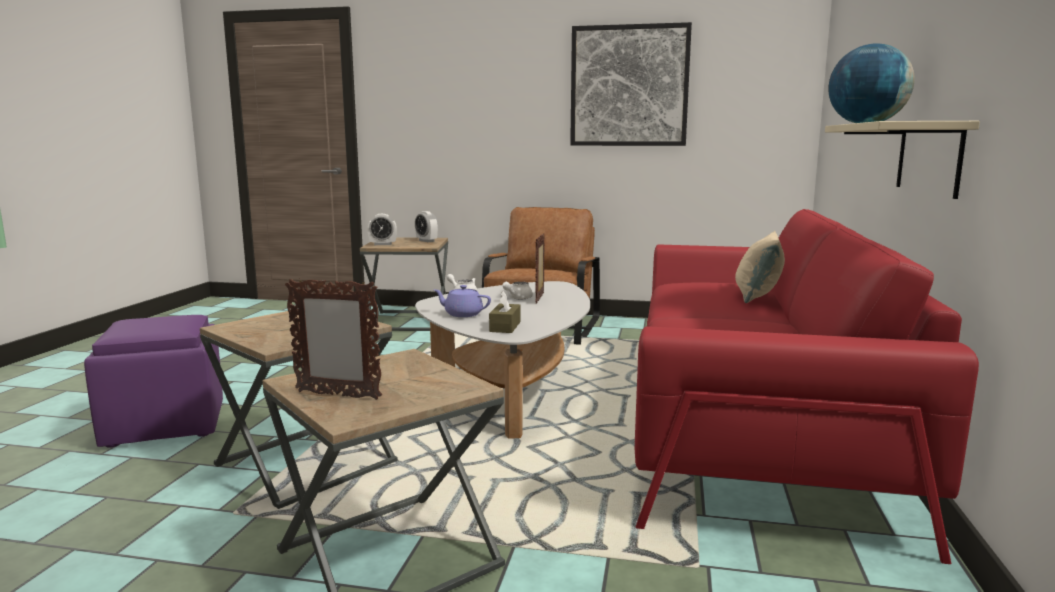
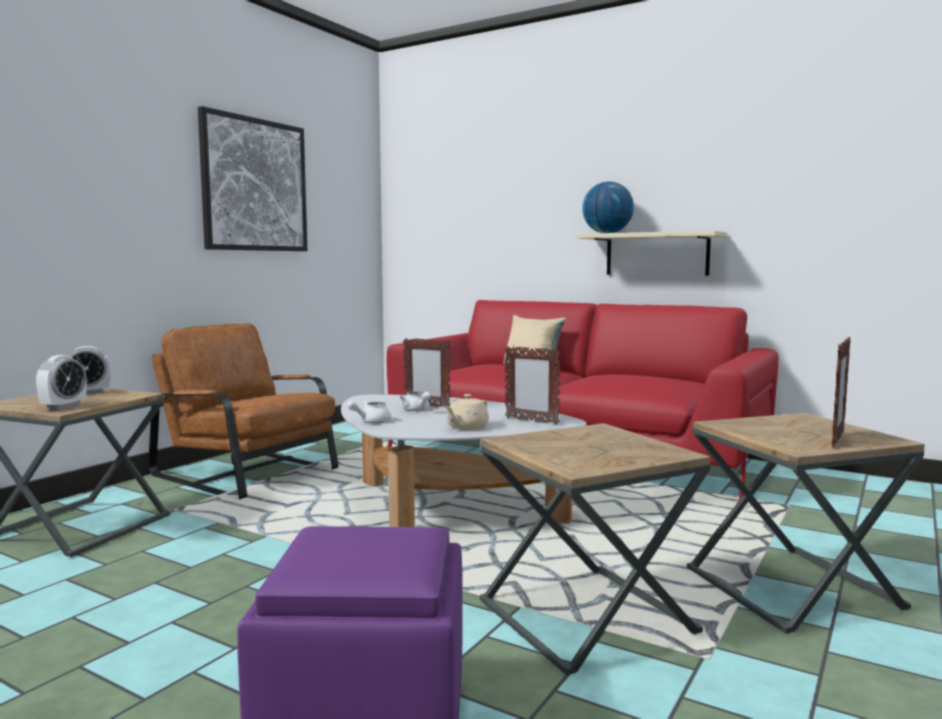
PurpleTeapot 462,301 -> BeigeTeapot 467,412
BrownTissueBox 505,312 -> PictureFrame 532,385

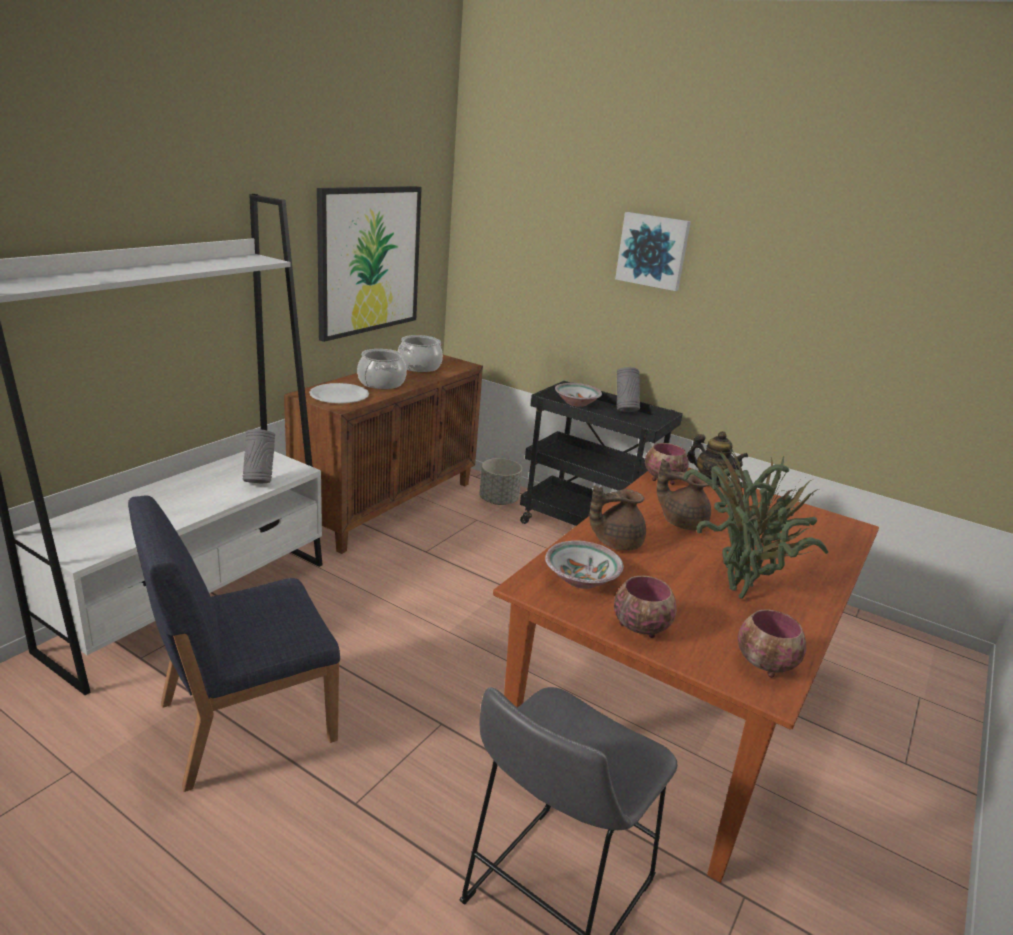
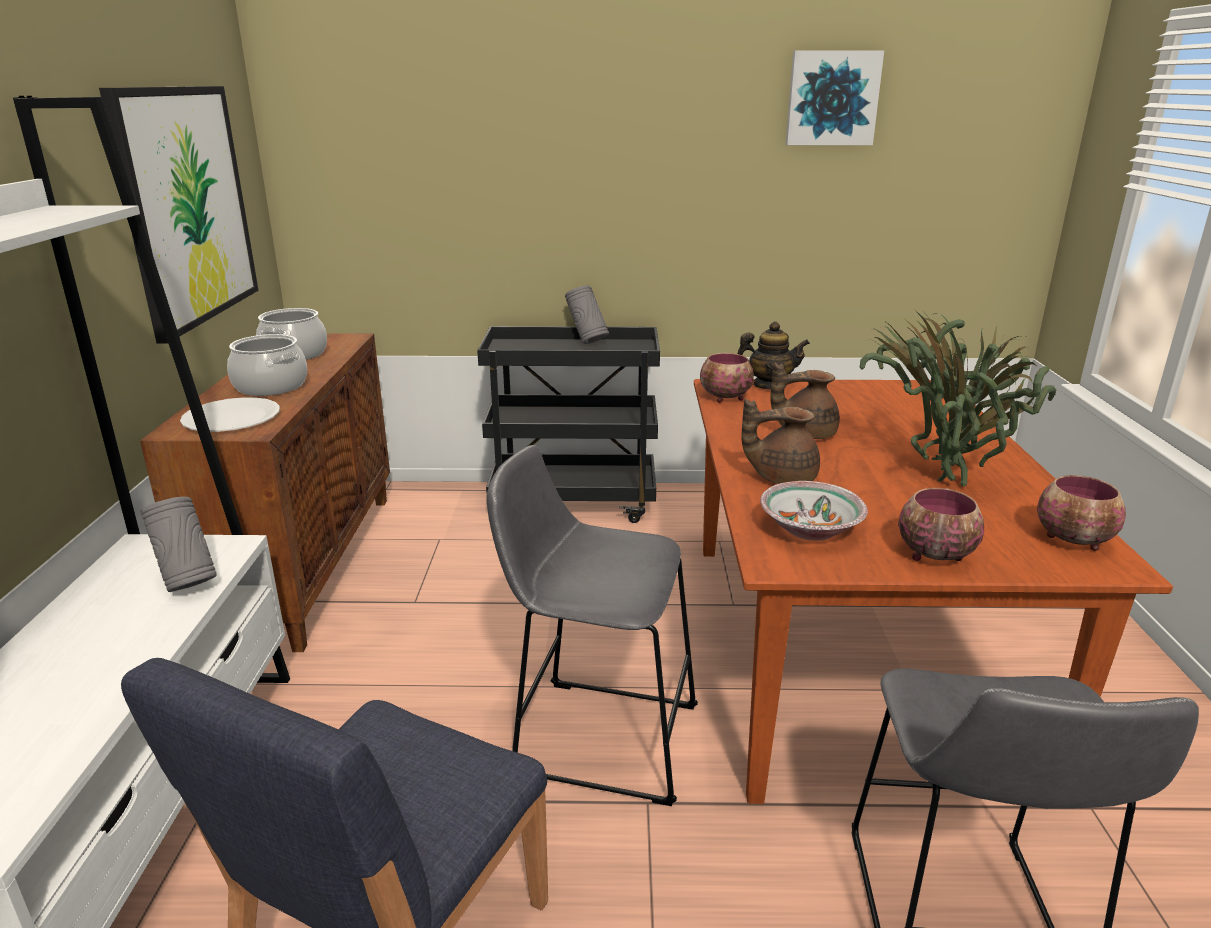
none -> GreyStool 592,625
BrownTeapot 617,517 -> BrownTeapot 780,441, 45 degrees clockwise
Picture 653,251 -> Picture 835,97, move
GreyPlanter 500,481 -> none
Bowl 578,395 -> none

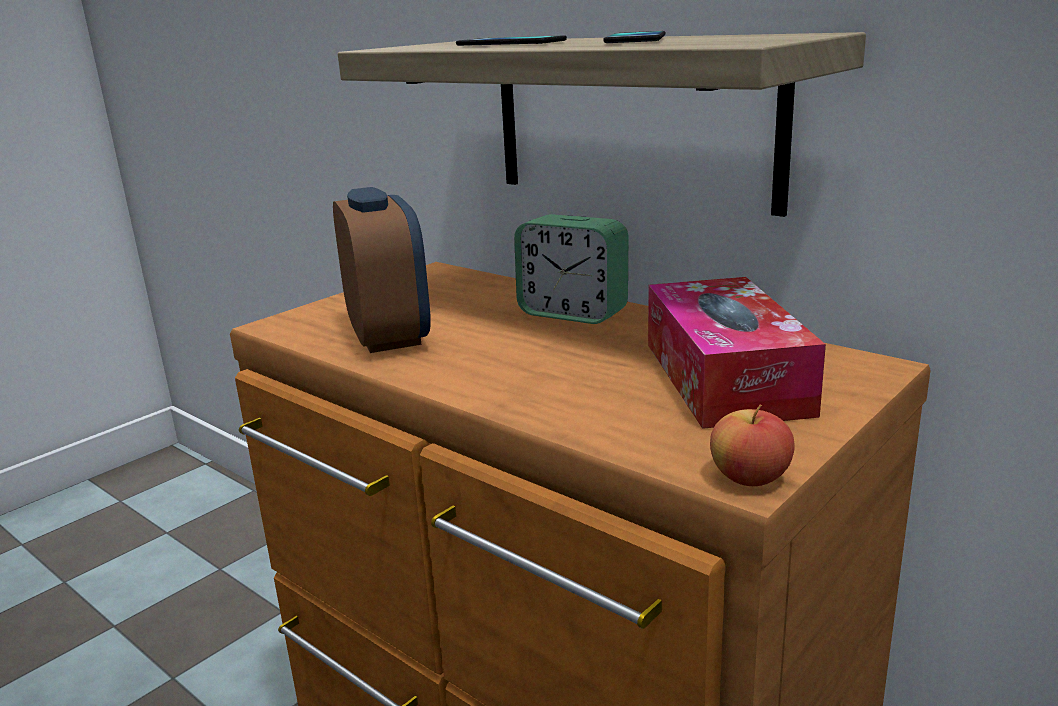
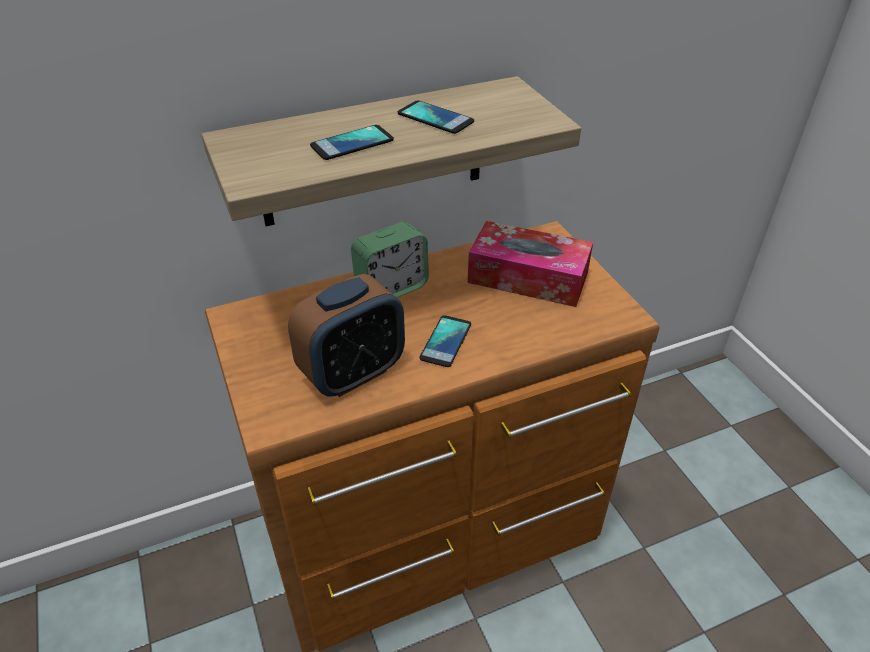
AlarmClock 382,270 -> AlarmClock 346,335, 135 degrees clockwise
none -> Phone 445,341
Apple 752,445 -> none

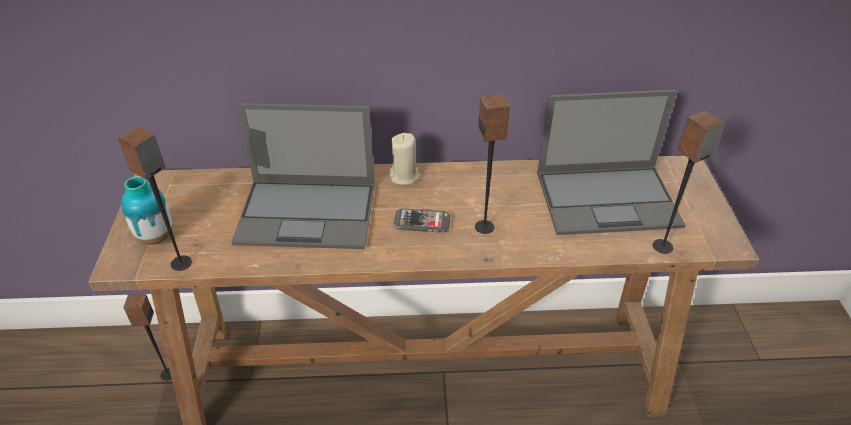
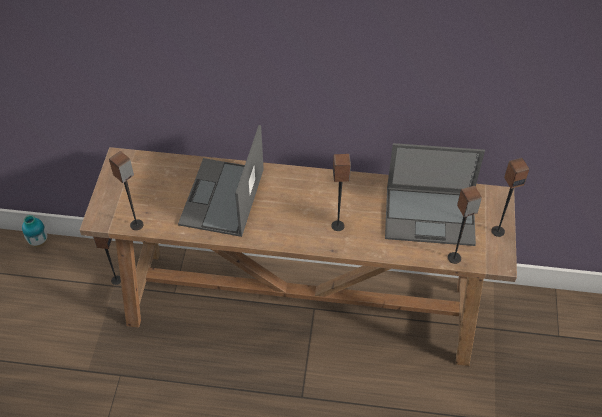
Vase 146,210 -> Vase 35,231, move
Laptop 303,176 -> Laptop 221,181, 90 degrees clockwise
none -> Speaker 510,197
BeigeCandle 405,159 -> none
Phone 422,220 -> none

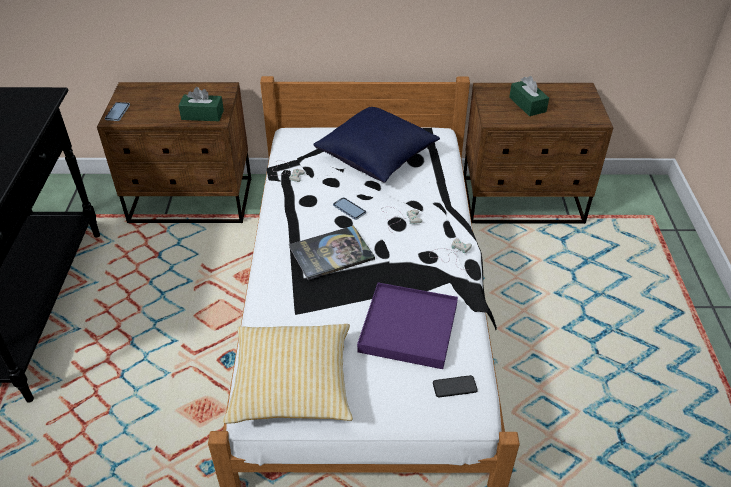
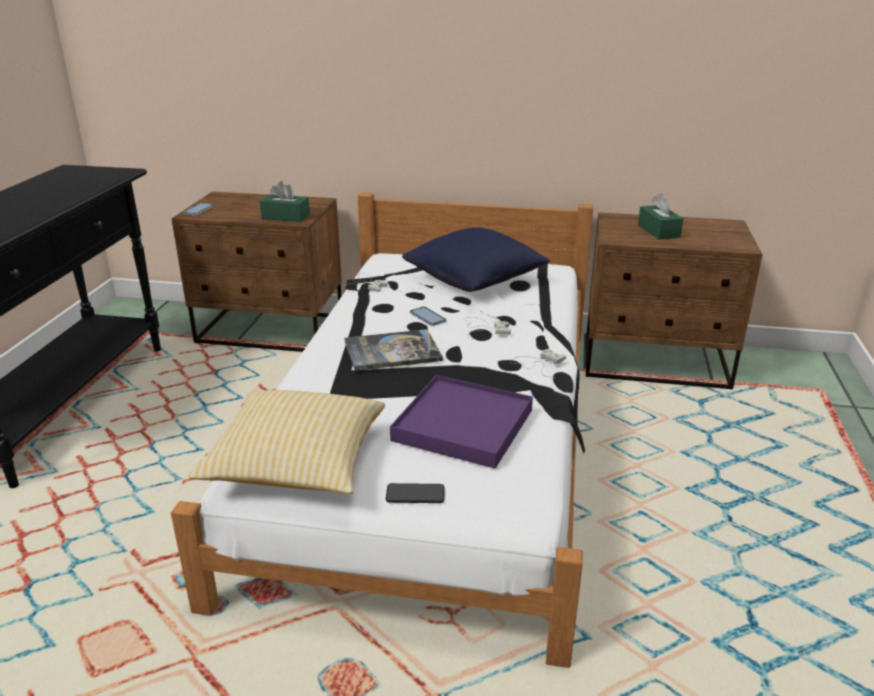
Phone 455,386 -> Phone 415,493, move

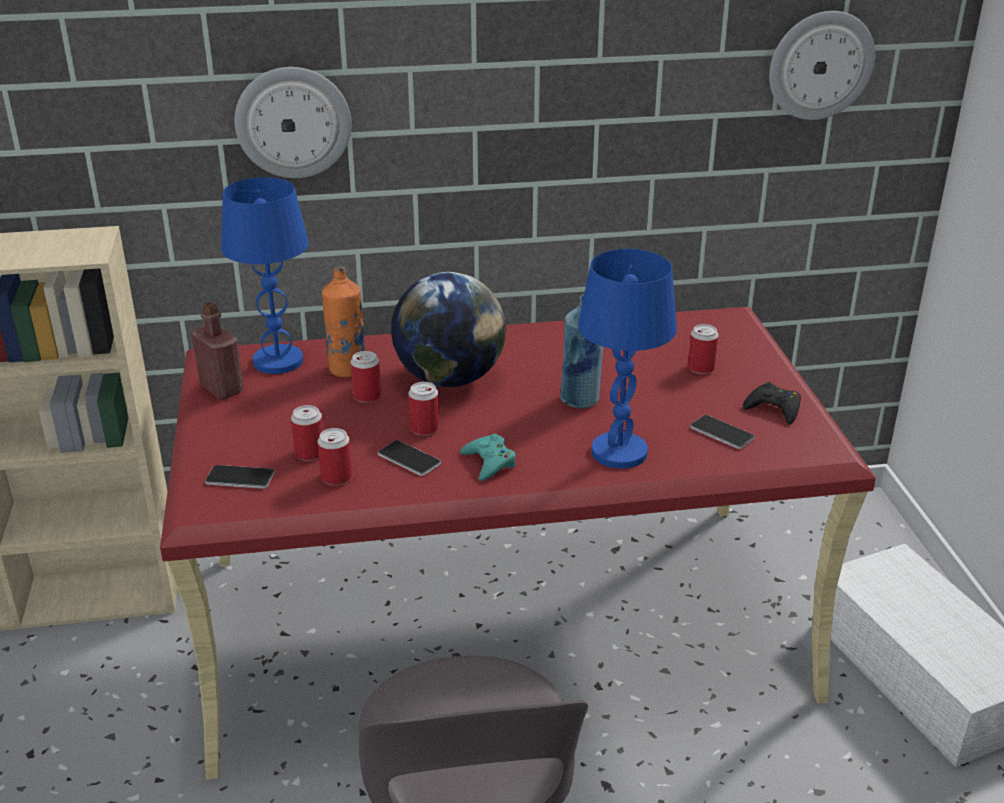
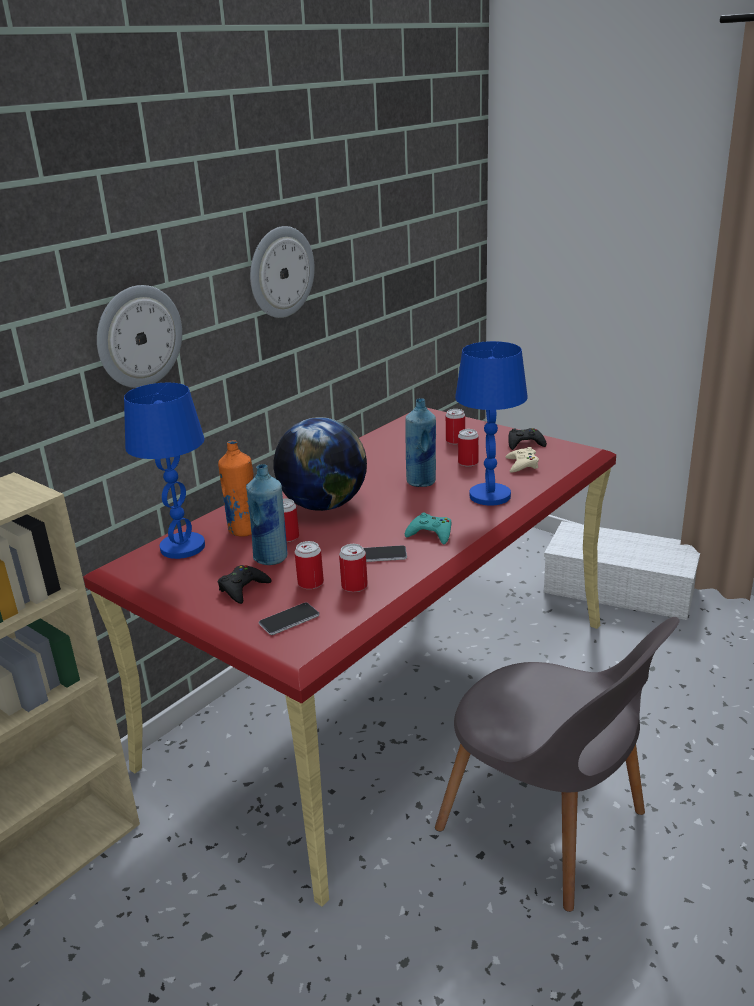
none -> BlackGameController 245,584
none -> BlueBottle 267,514
WallClock 822,65 -> WallClock 282,272, move
Can 423,409 -> Can 468,448, move
Phone 722,432 -> BeigeGameController 522,460
RedBottle 218,351 -> none

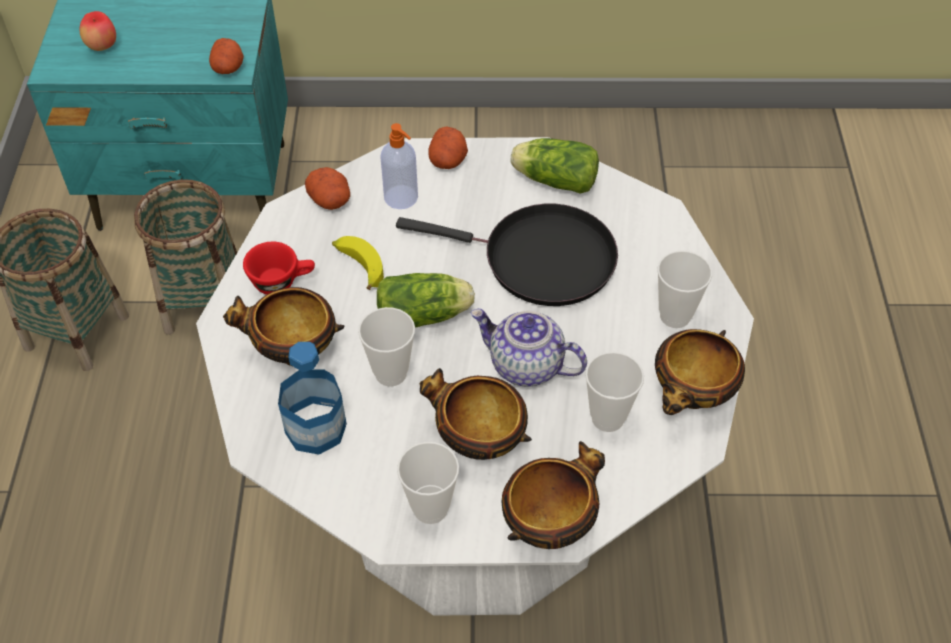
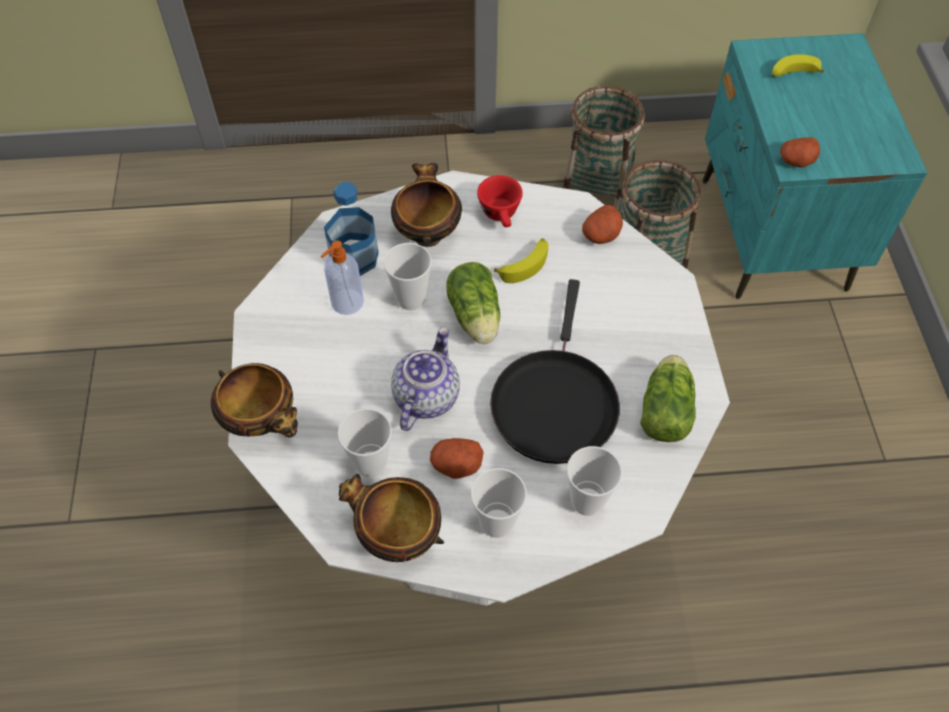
SoapDispenser 399,166 -> SoapDispenser 342,277, move
Potato 448,147 -> Potato 457,458, move
Cup 428,483 -> Cup 594,481, move
Apple 98,31 -> Banana 798,65
Bowl 476,414 -> none

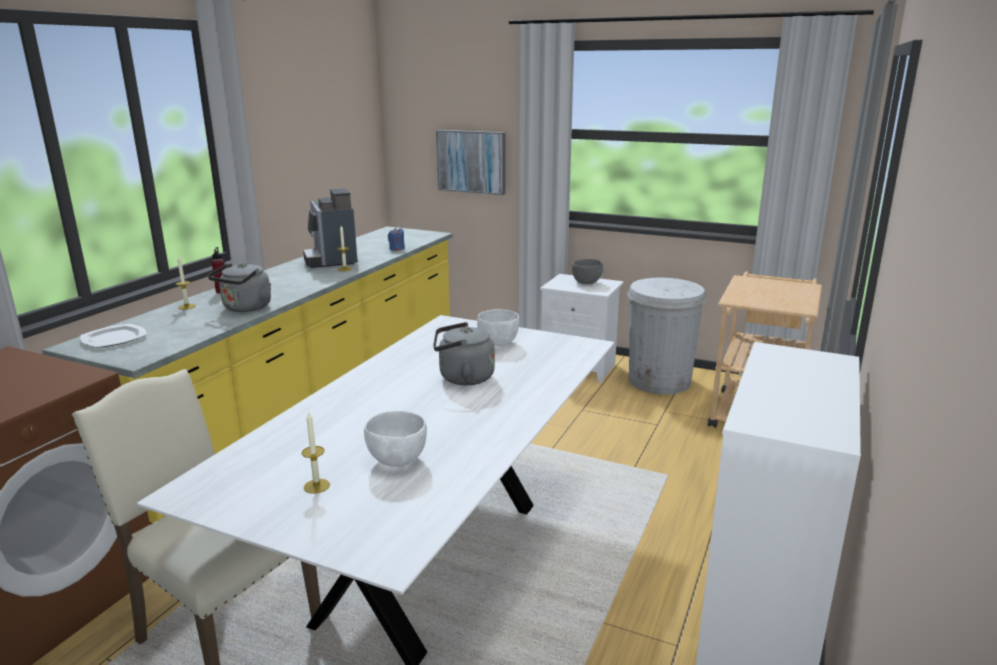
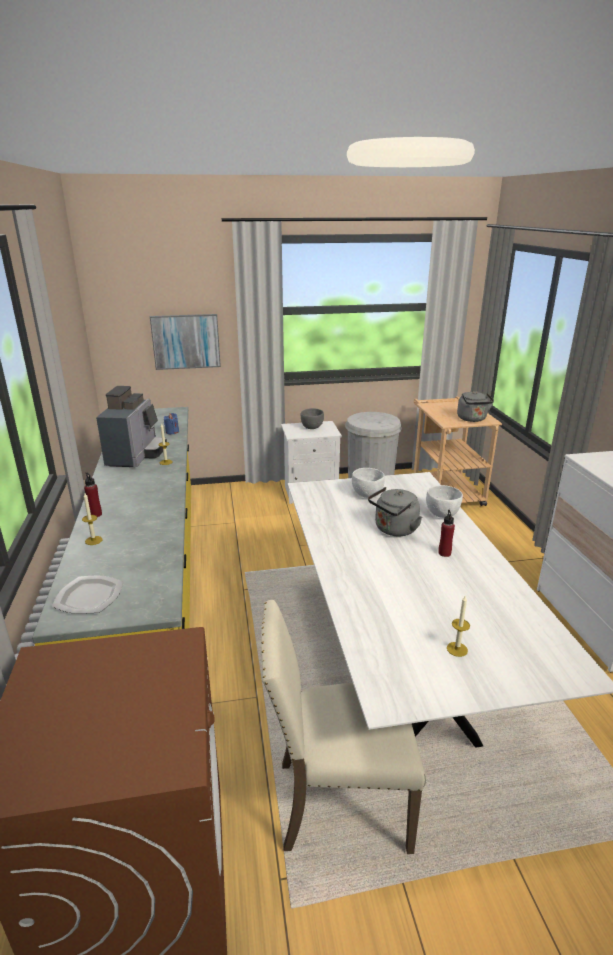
CoffeeMachine 330,228 -> CoffeeMachine 131,426, 120 degrees counterclockwise
WhiteBowl 395,439 -> WhiteBowl 444,501, move
none -> RedBottle 446,533
GreyKettle 239,287 -> GreyKettle 475,406, move

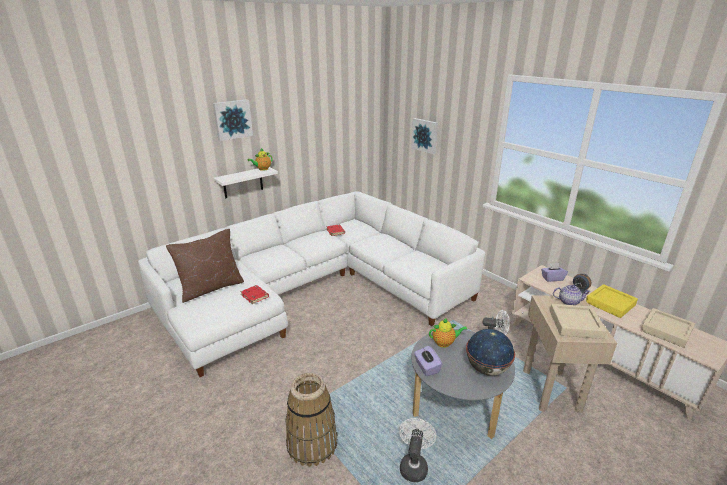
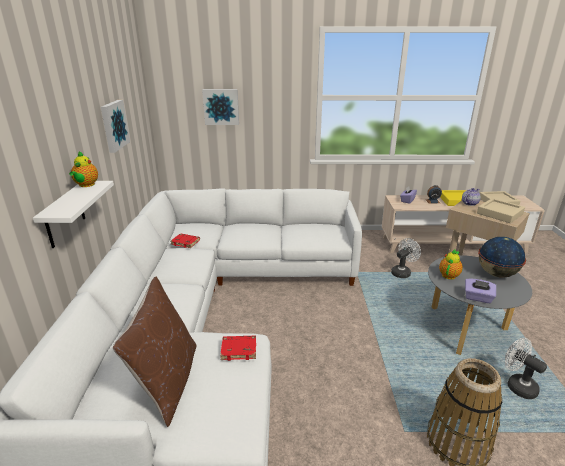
Picture 233,120 -> Picture 115,126, move

